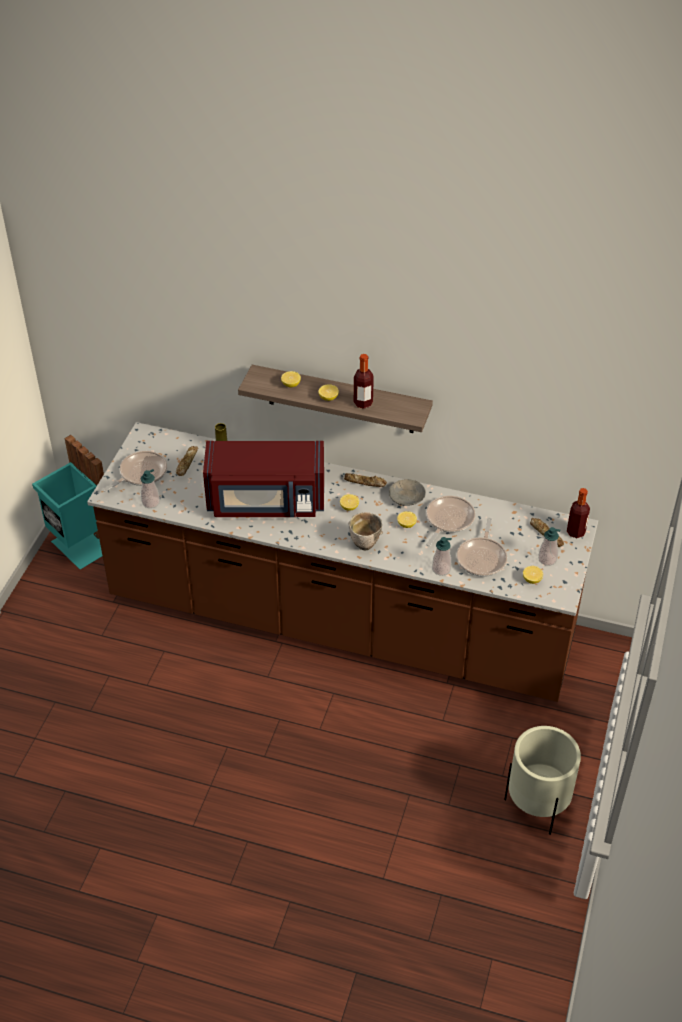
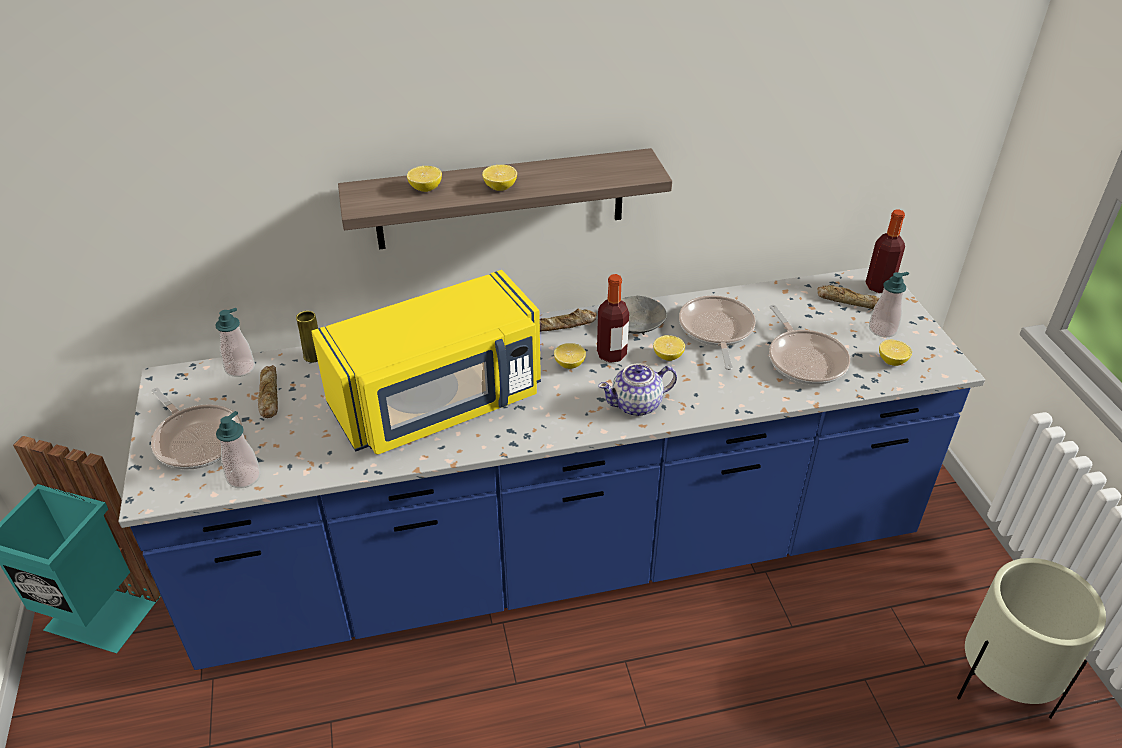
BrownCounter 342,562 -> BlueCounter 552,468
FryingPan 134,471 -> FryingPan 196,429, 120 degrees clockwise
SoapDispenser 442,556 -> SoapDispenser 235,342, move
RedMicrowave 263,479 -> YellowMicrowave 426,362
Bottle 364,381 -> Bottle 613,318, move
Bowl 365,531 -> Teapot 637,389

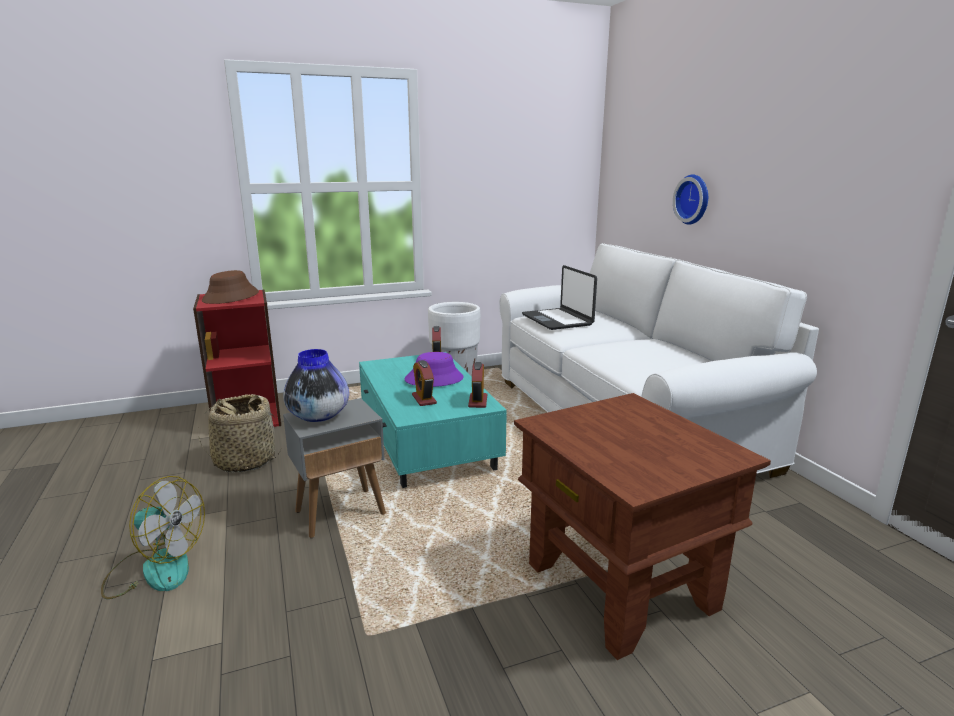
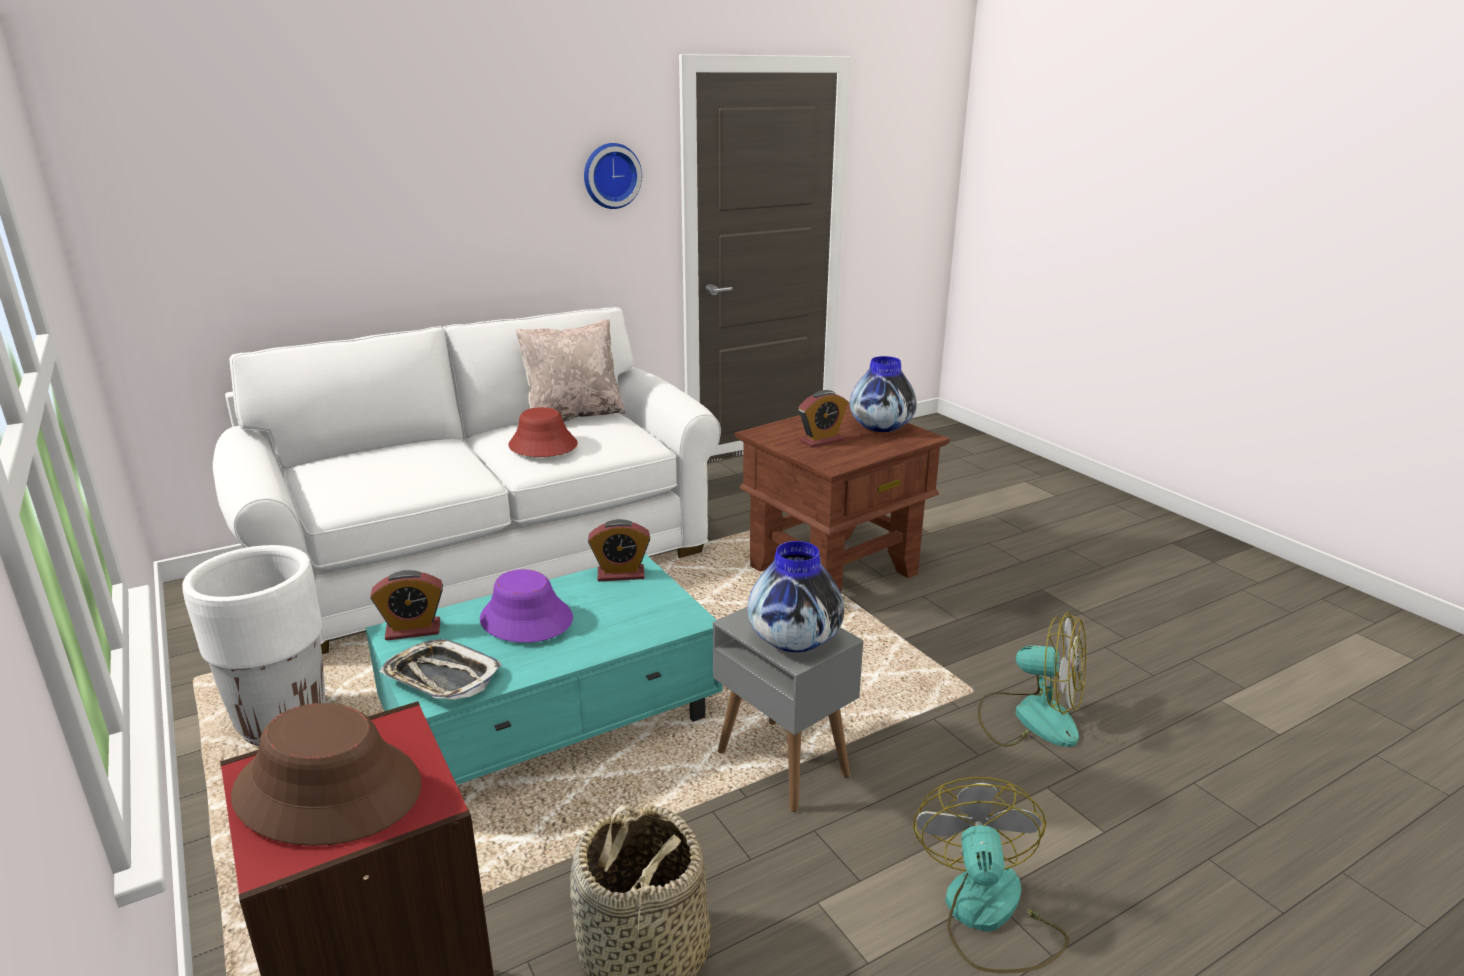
none -> Tray 440,669
none -> RedHat 543,432
none -> BeigePillow 571,370
WallClock 690,200 -> WallClock 613,176, move
AlarmClock 424,383 -> AlarmClock 823,419, move
none -> Vase 883,394
none -> Fan 1032,679
Laptop 559,297 -> none

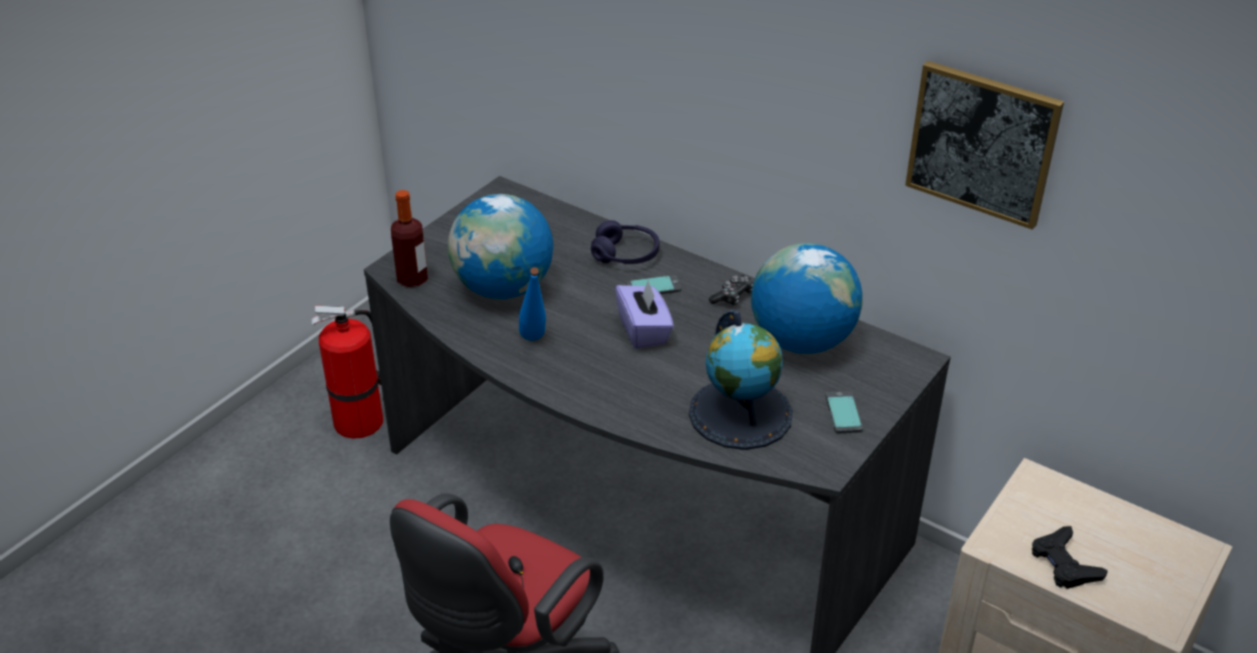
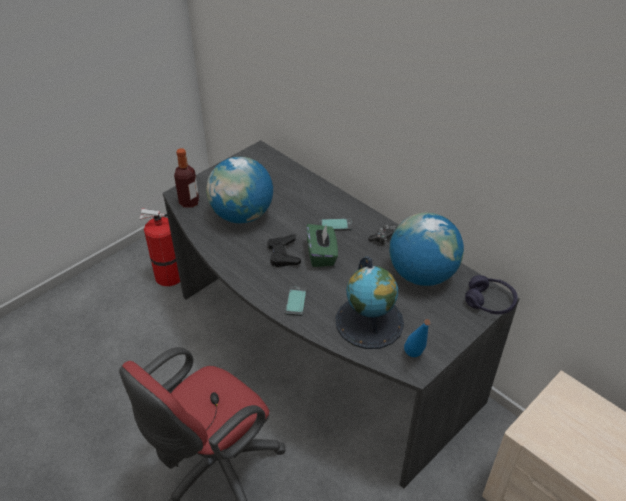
BlackGameController 1070,557 -> BlackGameController 284,251, move
Phone 844,412 -> Phone 296,301, move
PurpleTissueBox 644,314 -> GreenTissueBox 322,245
BlueBottle 532,303 -> BlueBottle 417,338, move
PurpleHeadphones 625,242 -> PurpleHeadphones 491,294, move
Picture 984,145 -> none

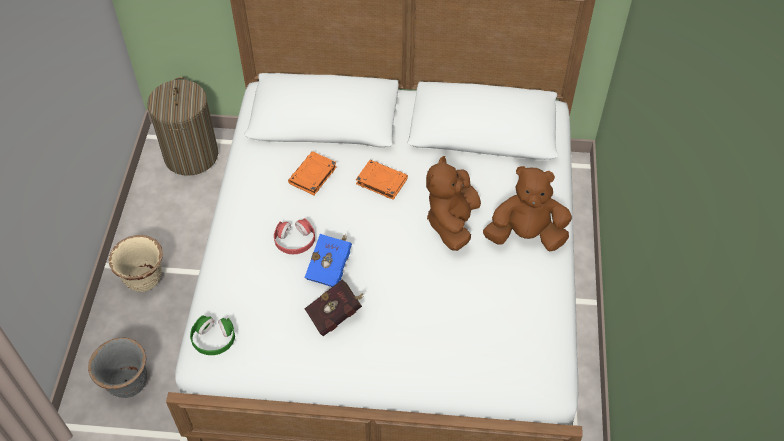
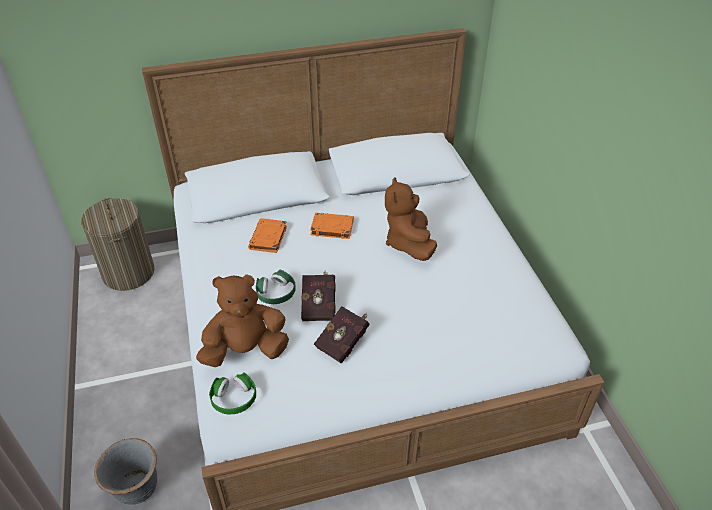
BrownPlushToy 527,209 -> BrownPlushToy 242,320, move
RedHeadphones 294,236 -> GreenHeadphones 275,287
BlueBook 328,260 -> RedBook 318,296
BeigePlanter 136,263 -> none

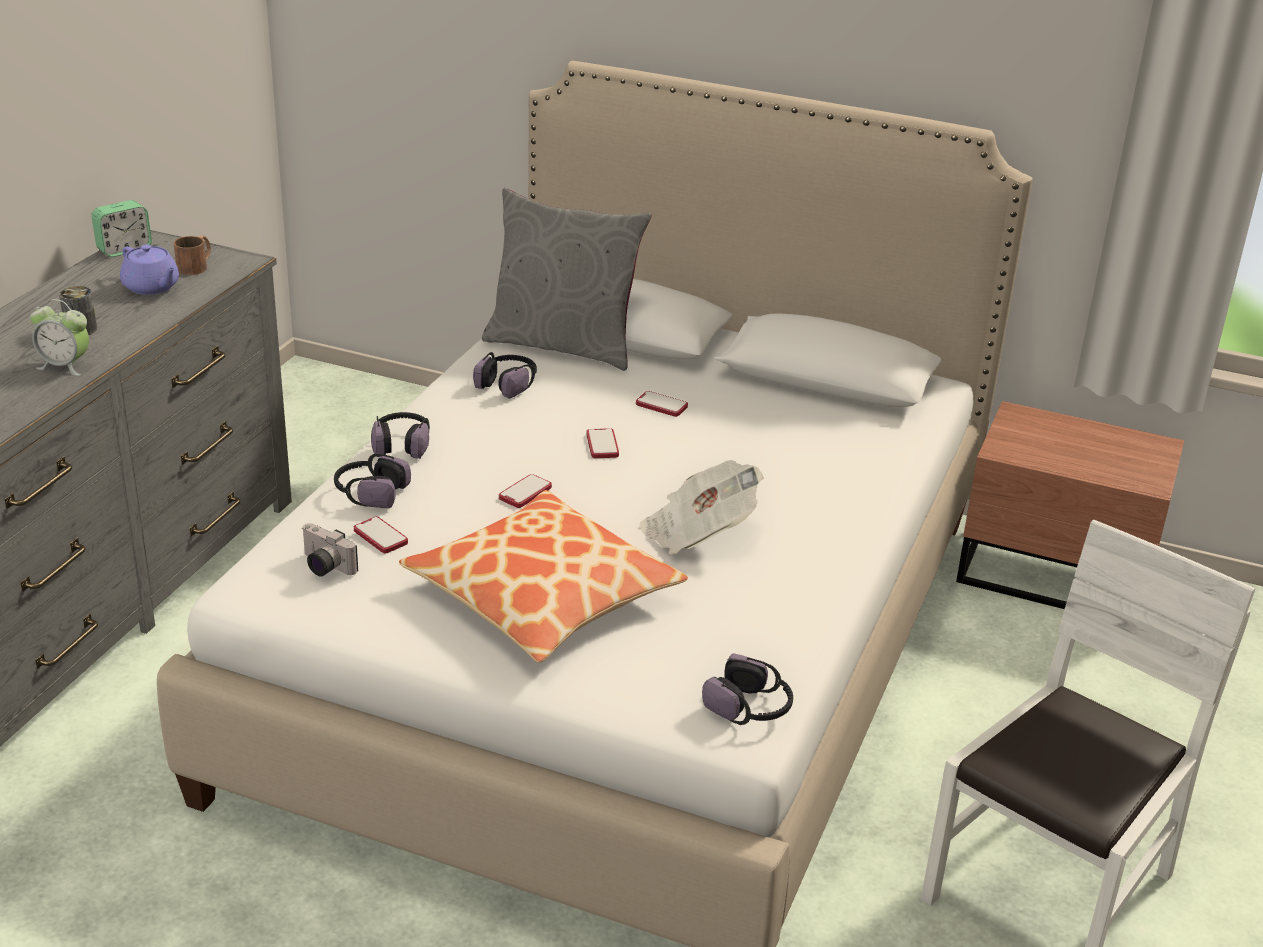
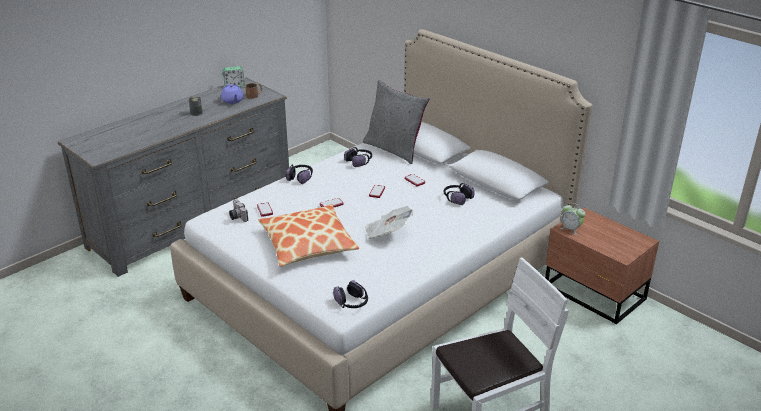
Headphones 372,480 -> Headphones 459,194, move
AlarmClock 59,337 -> AlarmClock 572,219, move

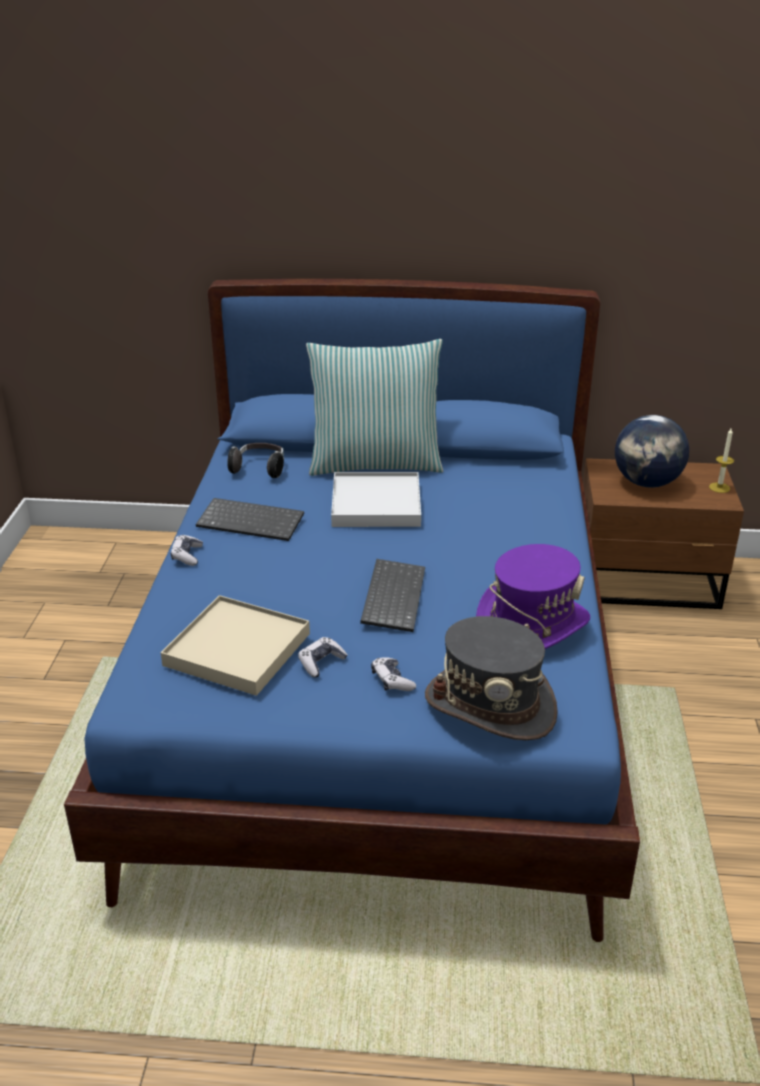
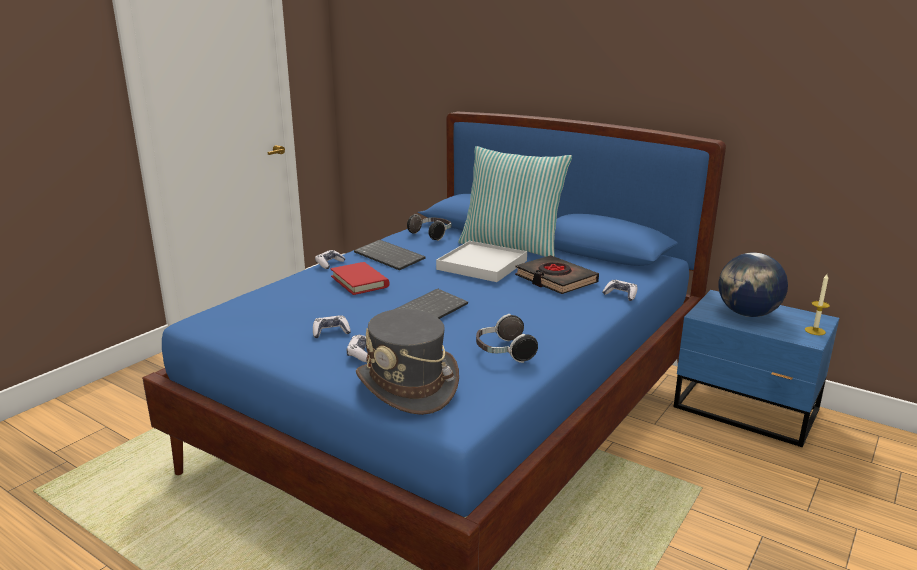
none -> RedBook 359,278
PurpleHat 533,596 -> Headphones 507,338
none -> BlackBook 557,274
none -> GameController 620,290
BrownNightstand 663,533 -> BlueNightstand 756,368
BeigeTray 235,645 -> none

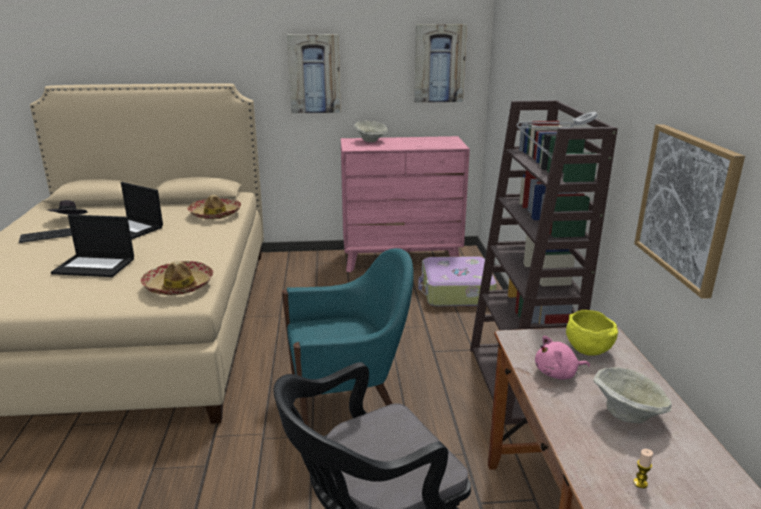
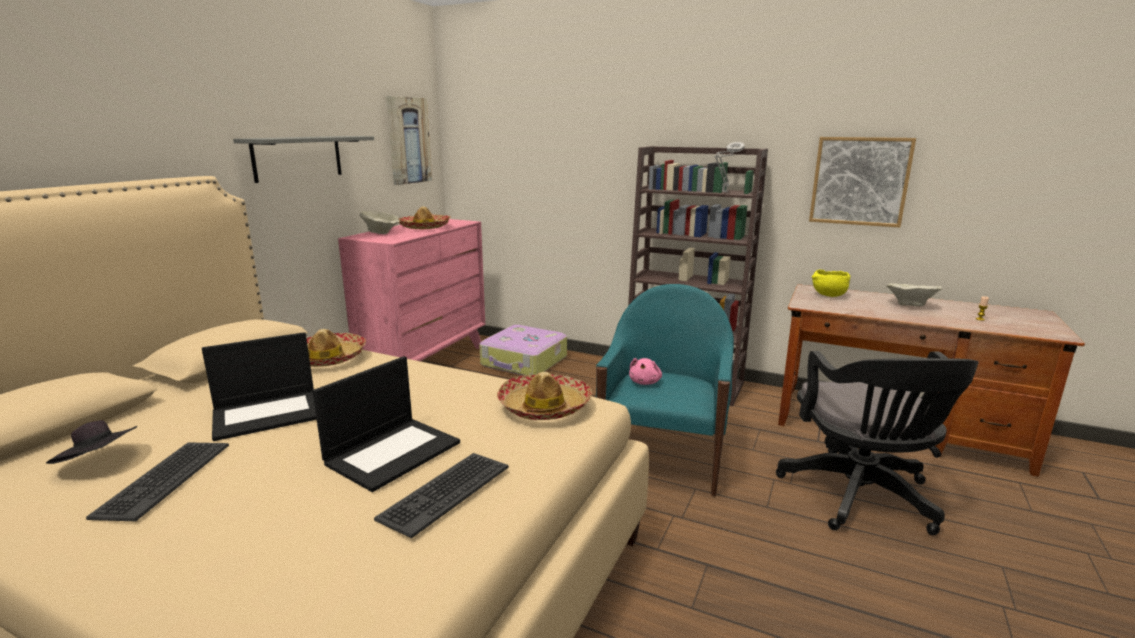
Picture 314,73 -> GreyShelf 303,159
none -> Keyboard 441,495
none -> Hat 425,218
PinkPlushToy 562,358 -> PinkPlushToy 645,371, move

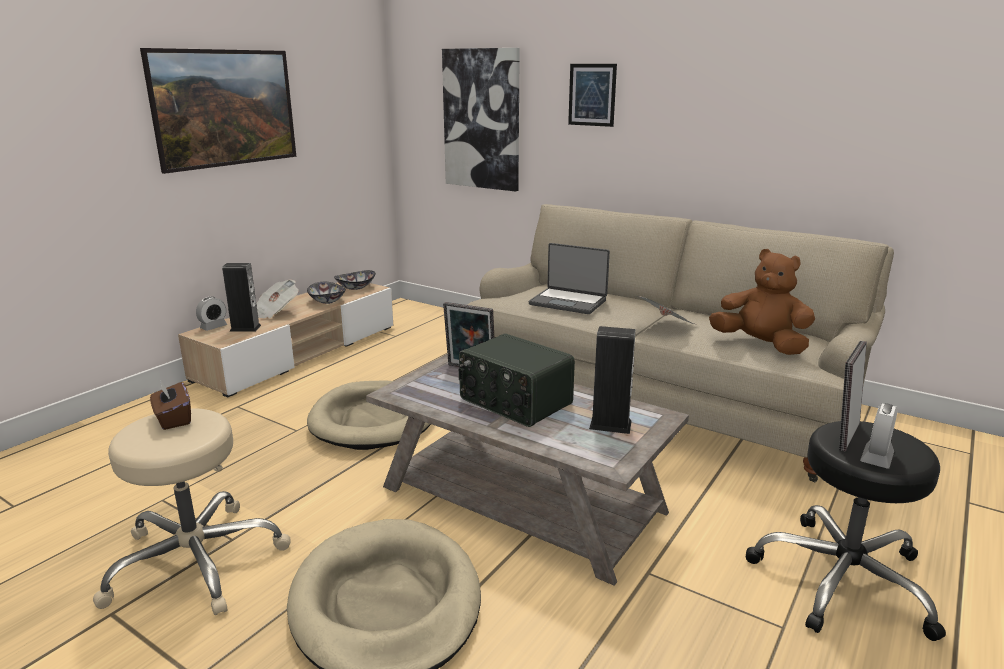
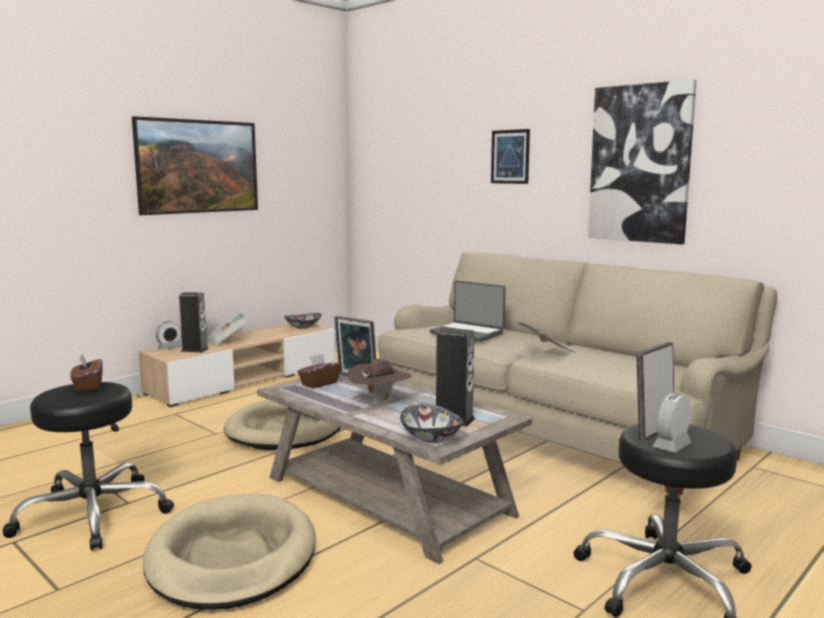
BeigeStool 192,511 -> BlackStool 88,466
none -> BrownTissueBox 319,370
Radio 517,380 -> BrownHat 379,381
Bowl 326,293 -> Bowl 432,423, move
Picture 481,120 -> Picture 642,162, move
BrownPlushToy 762,302 -> none

